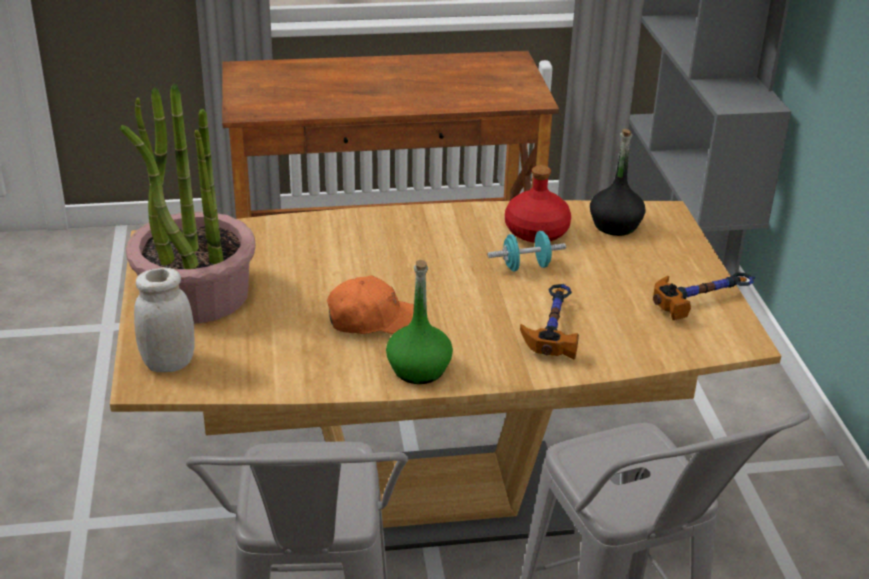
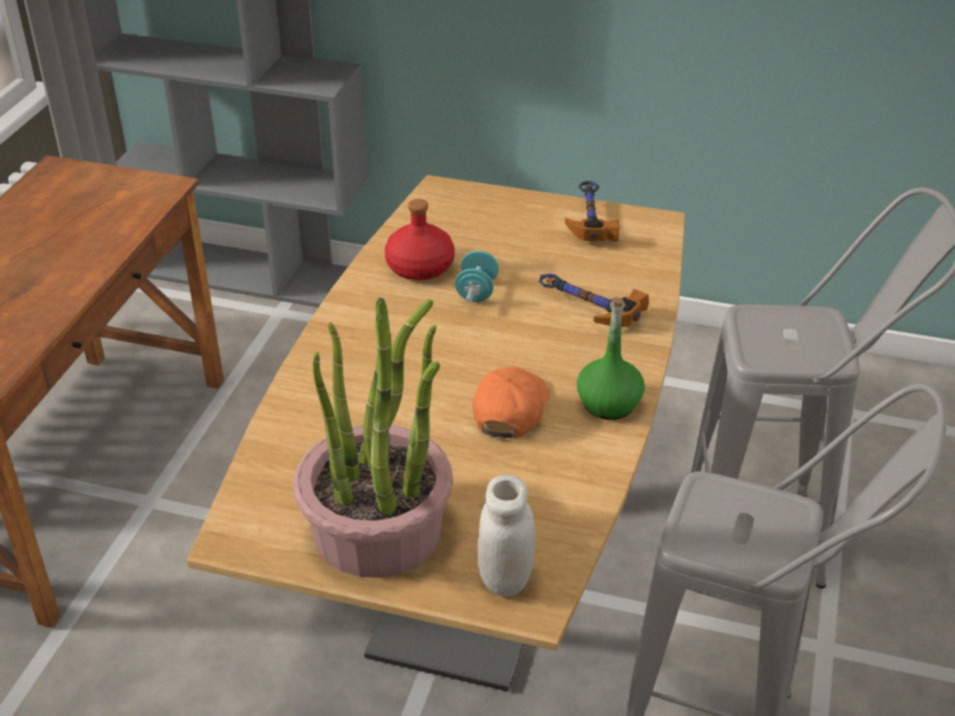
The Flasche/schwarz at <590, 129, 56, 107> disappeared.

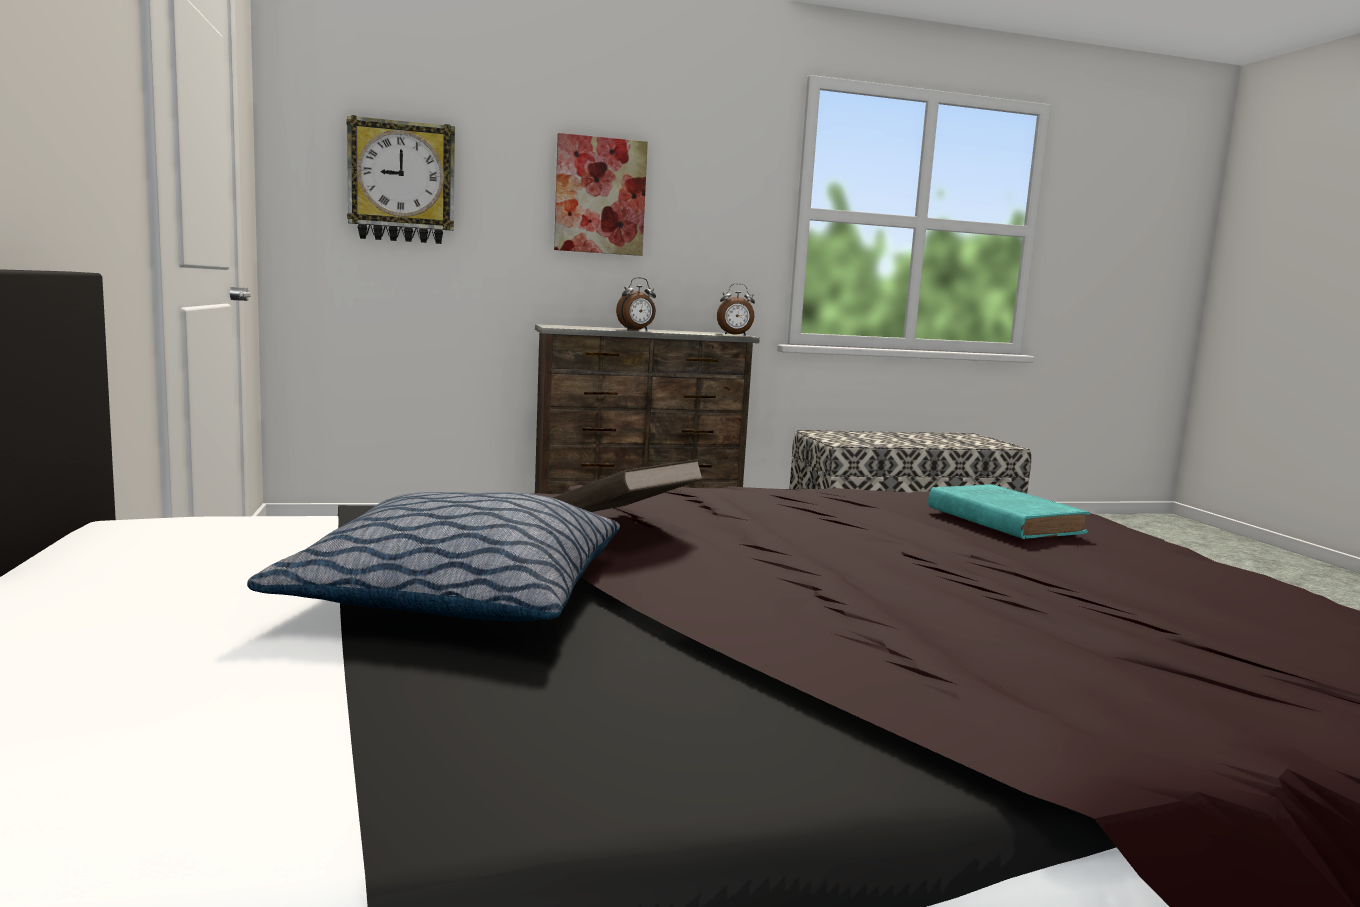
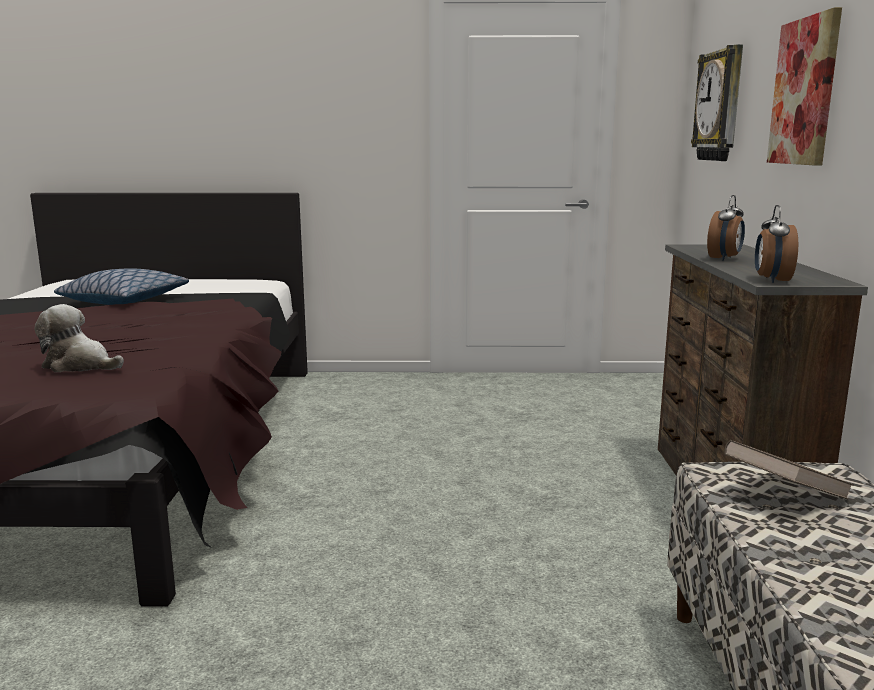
The Wecker at <616, 277, 40, 54> turned 135 degrees counterclockwise.
The Buch/braun moved from <553, 459, 151, 53> to <725, 440, 129, 59>.
The Buch/türkis at <928, 484, 162, 55> was replaced by the Plüschtier at <34, 304, 90, 68>.

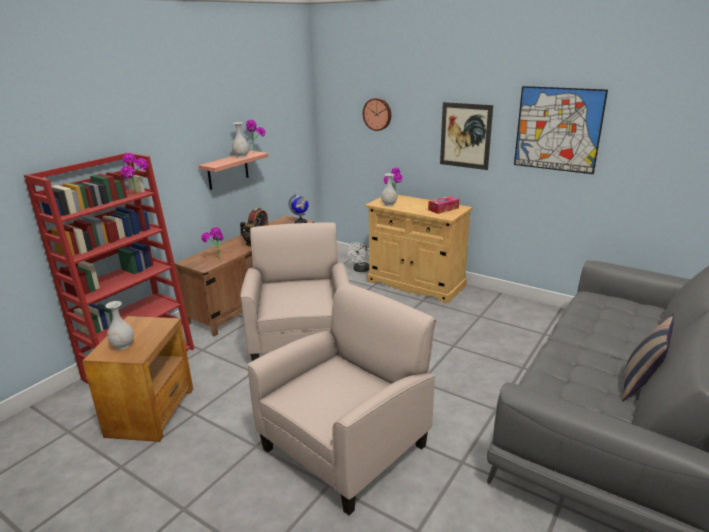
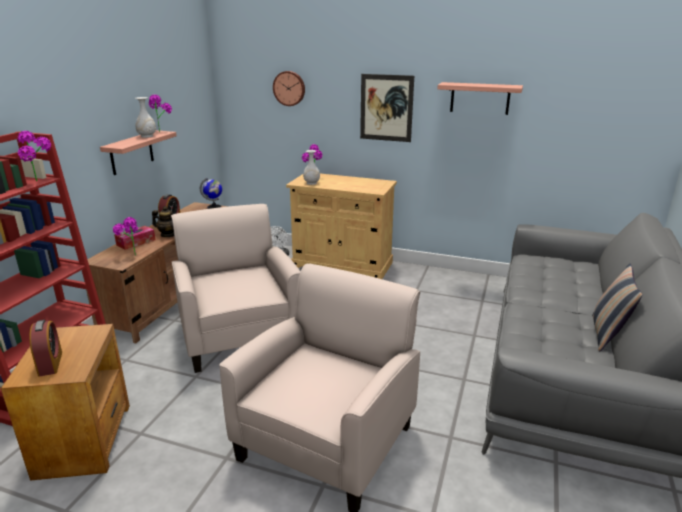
The Bild at <514, 86, 94, 88> was replaced by the Wandregal at <437, 82, 86, 33>.
The Taschentuchbox moved from <428, 196, 31, 18> to <114, 226, 42, 24>.
The Vase/weiß at <105, 301, 29, 49> was replaced by the Wecker at <29, 320, 33, 56>.

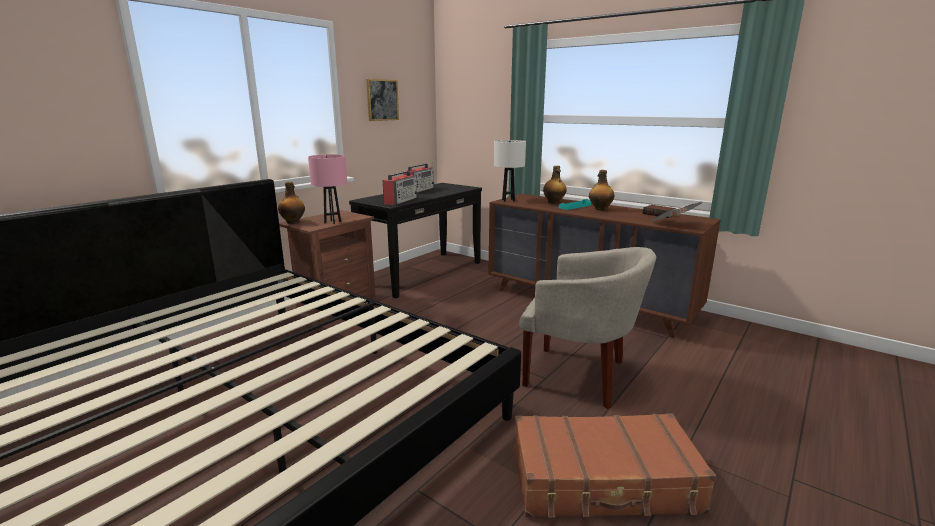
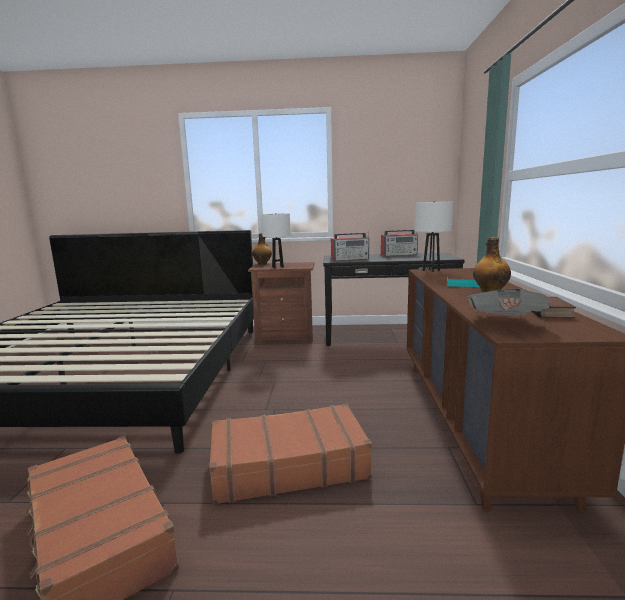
The Bild at <366, 79, 33, 42> disappeared.
The Tischlampe/rosa at <308, 154, 39, 70> became the Tischlampe/weiß at <261, 213, 29, 55>.
The Flasche at <543, 166, 24, 38> disappeared.
The Sessel/beige at <519, 247, 137, 162> was replaced by the Koffer/braun at <209, 404, 163, 101>.

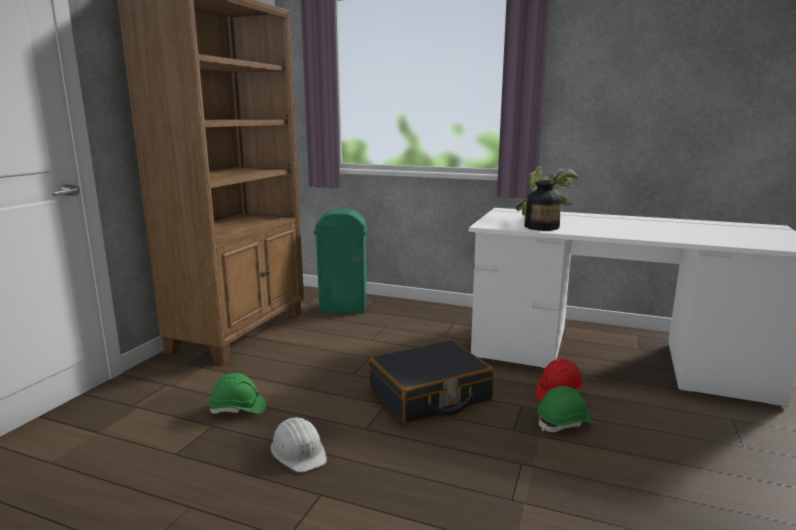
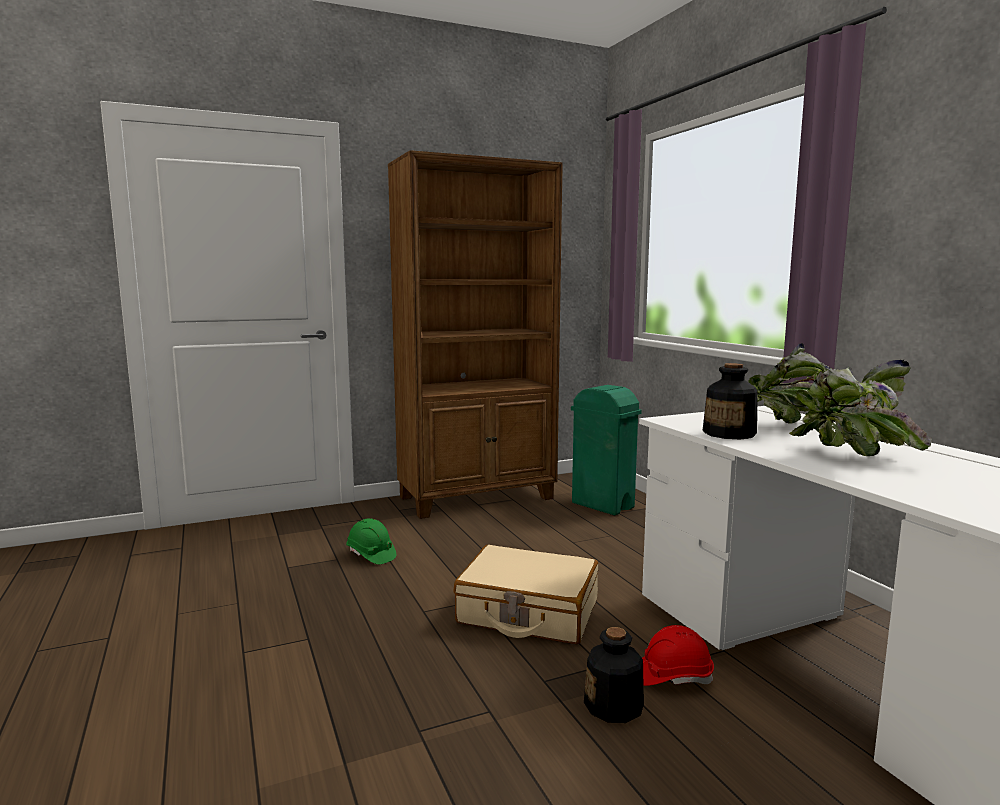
The Koffer/schwarz at <369, 340, 125, 84> became the Koffer/beige at <454, 545, 144, 99>.
The Schutzhelm/grün at <537, 386, 57, 46> was replaced by the Flasche at <584, 627, 60, 96>.
The Schutzhelm/weiß at <271, 417, 56, 55> disappeared.
The Topfpflanze at <789, 360, 143, 96> appeared.

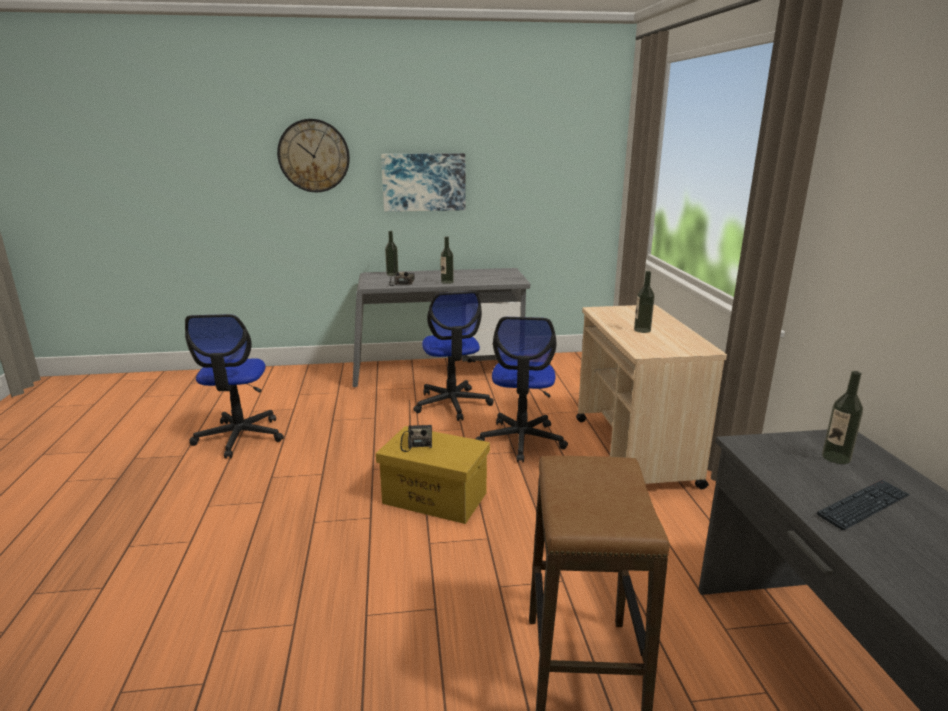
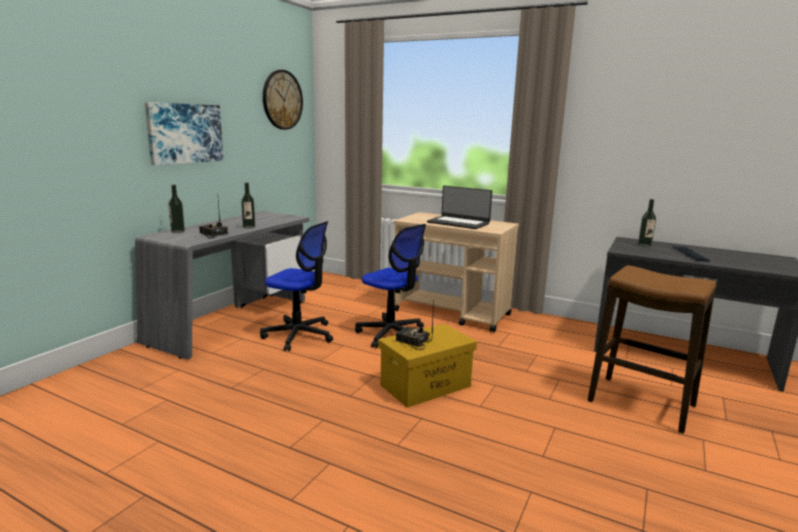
The Wanduhr moved from <277, 119, 73, 73> to <263, 70, 40, 60>.
The Flasche at <634, 271, 21, 62> was replaced by the Laptop at <427, 186, 65, 43>.
The Bürostuhl at <185, 314, 99, 145> disappeared.

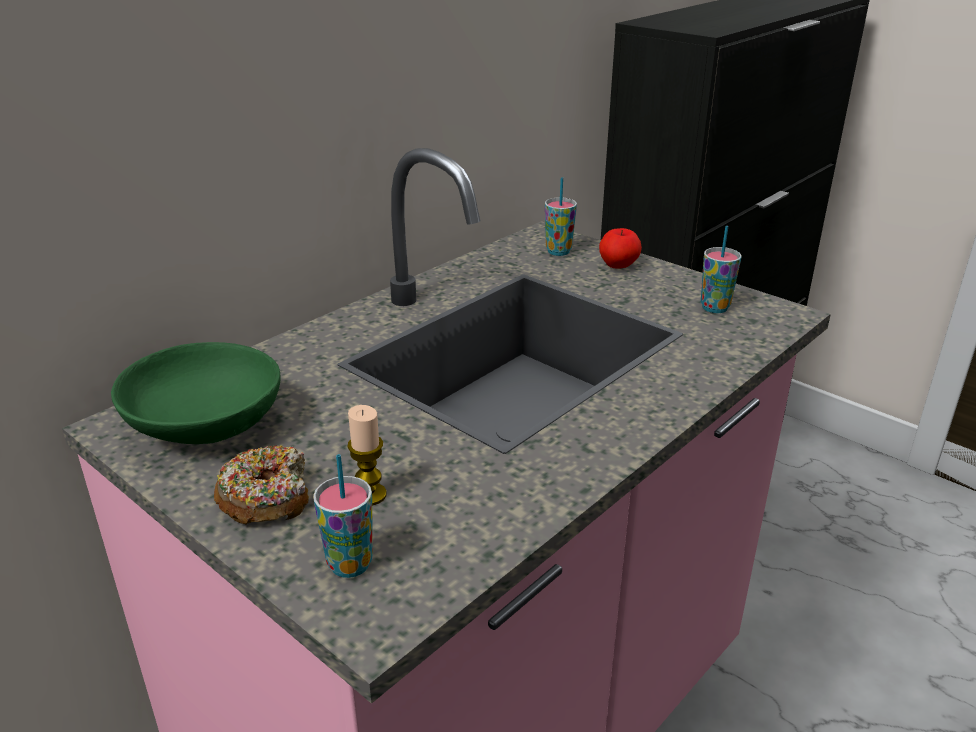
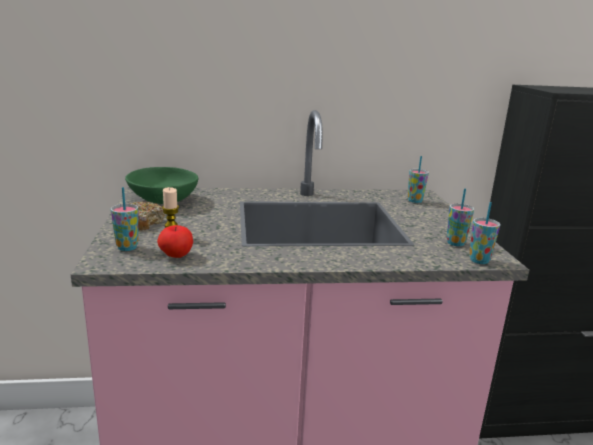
The Apfel moved from <599, 228, 43, 41> to <157, 225, 36, 33>.
The Tasse at <469, 202, 32, 62> appeared.

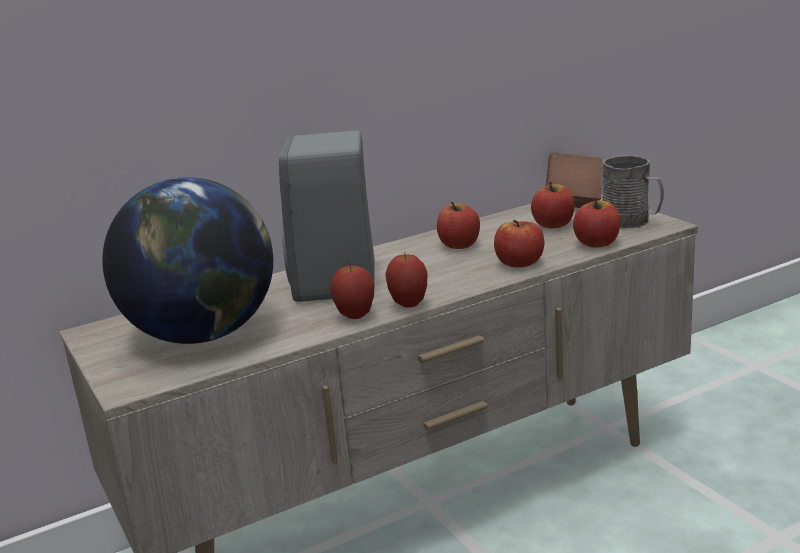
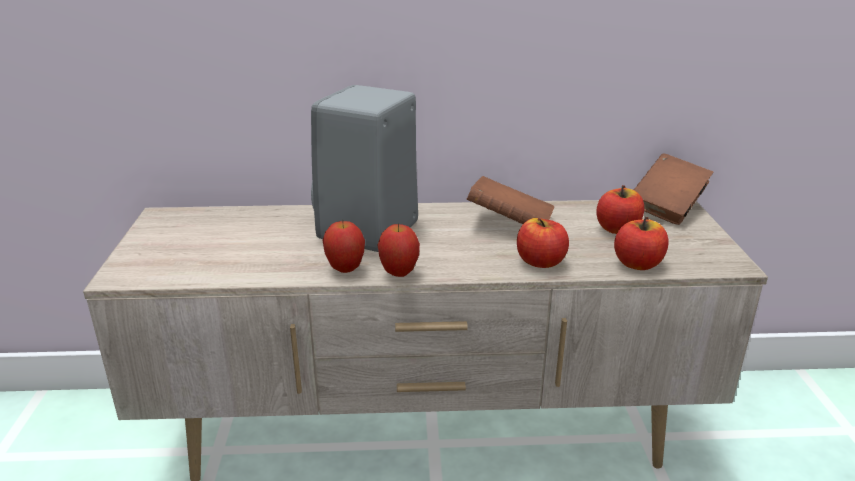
The Henkelbecher/grau at <602, 155, 62, 73> disappeared.
The Globus at <102, 177, 171, 167> disappeared.
The Apfel at <437, 202, 43, 47> was replaced by the Buch/braun at <467, 176, 87, 48>.

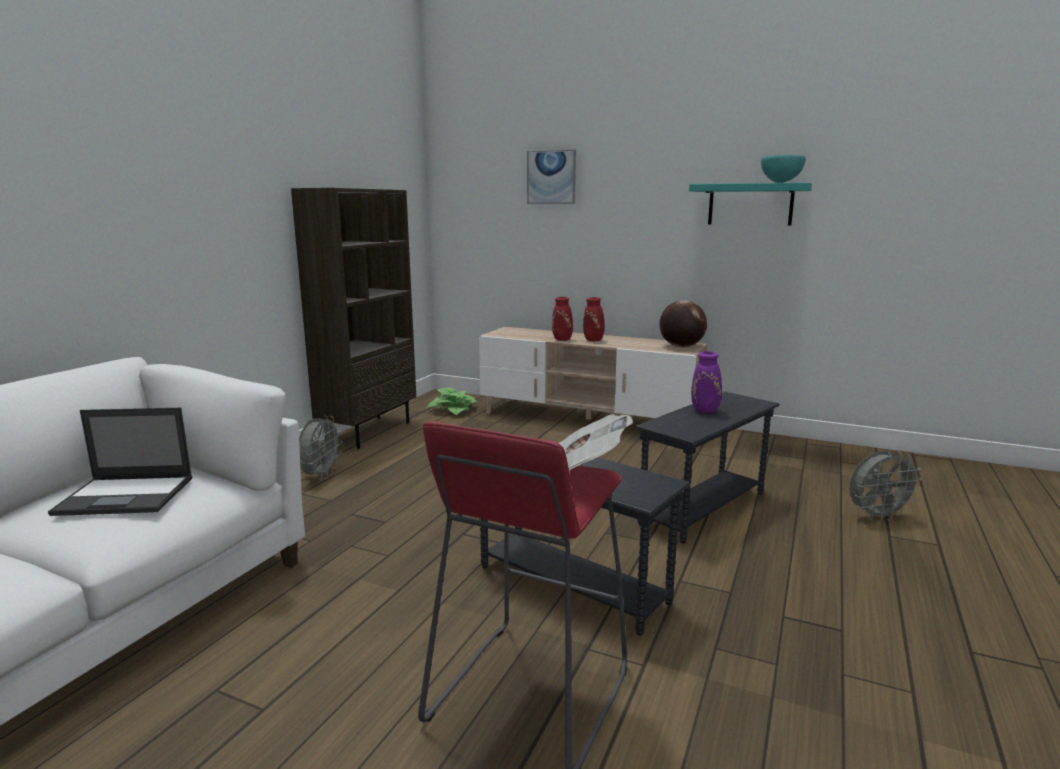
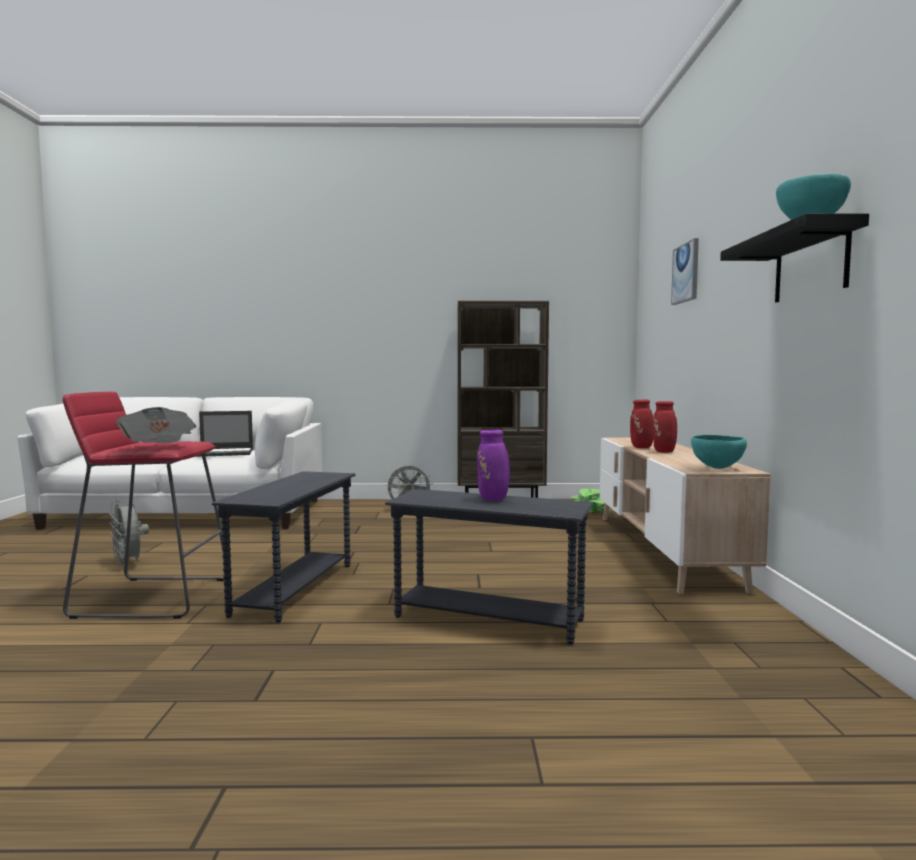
The Wandregal/türkis at <689, 183, 123, 42> became the Wandregal/schwarz at <720, 213, 149, 90>.
The Globus at <660, 300, 47, 47> was replaced by the Schüssel/türkis at <691, 435, 56, 34>.
The Laptop at <48, 408, 144, 108> turned 75 degrees counterclockwise.
The Ventilator/grau moved from <849, 451, 73, 71> to <109, 500, 40, 67>.

